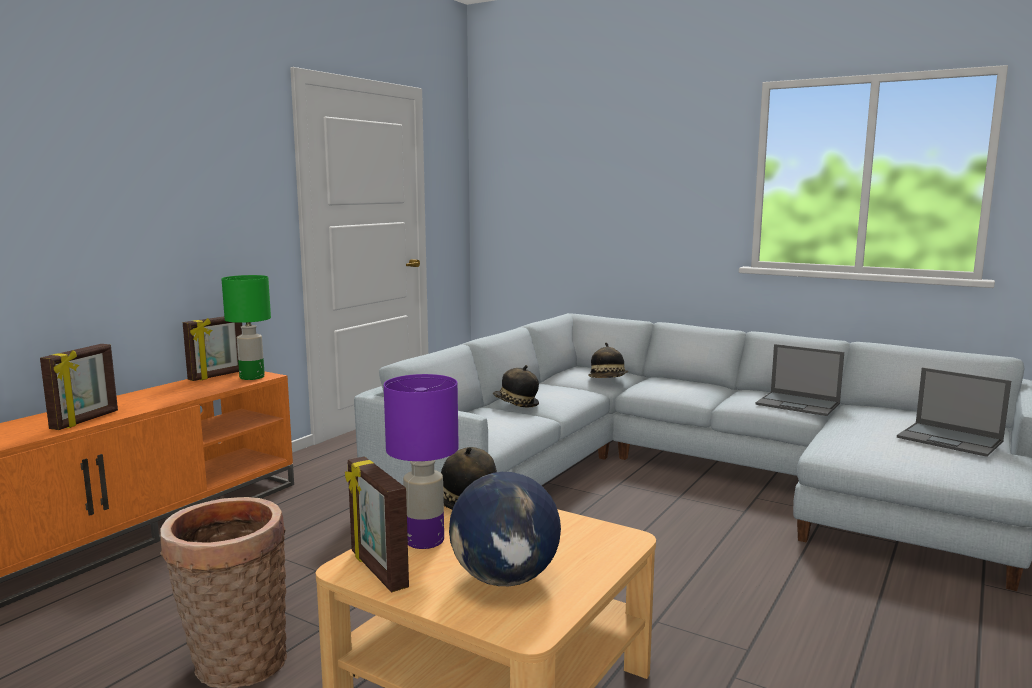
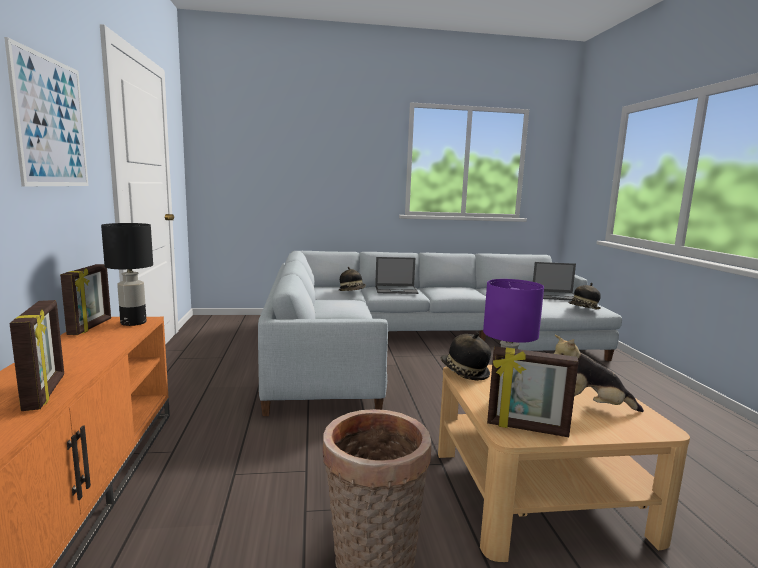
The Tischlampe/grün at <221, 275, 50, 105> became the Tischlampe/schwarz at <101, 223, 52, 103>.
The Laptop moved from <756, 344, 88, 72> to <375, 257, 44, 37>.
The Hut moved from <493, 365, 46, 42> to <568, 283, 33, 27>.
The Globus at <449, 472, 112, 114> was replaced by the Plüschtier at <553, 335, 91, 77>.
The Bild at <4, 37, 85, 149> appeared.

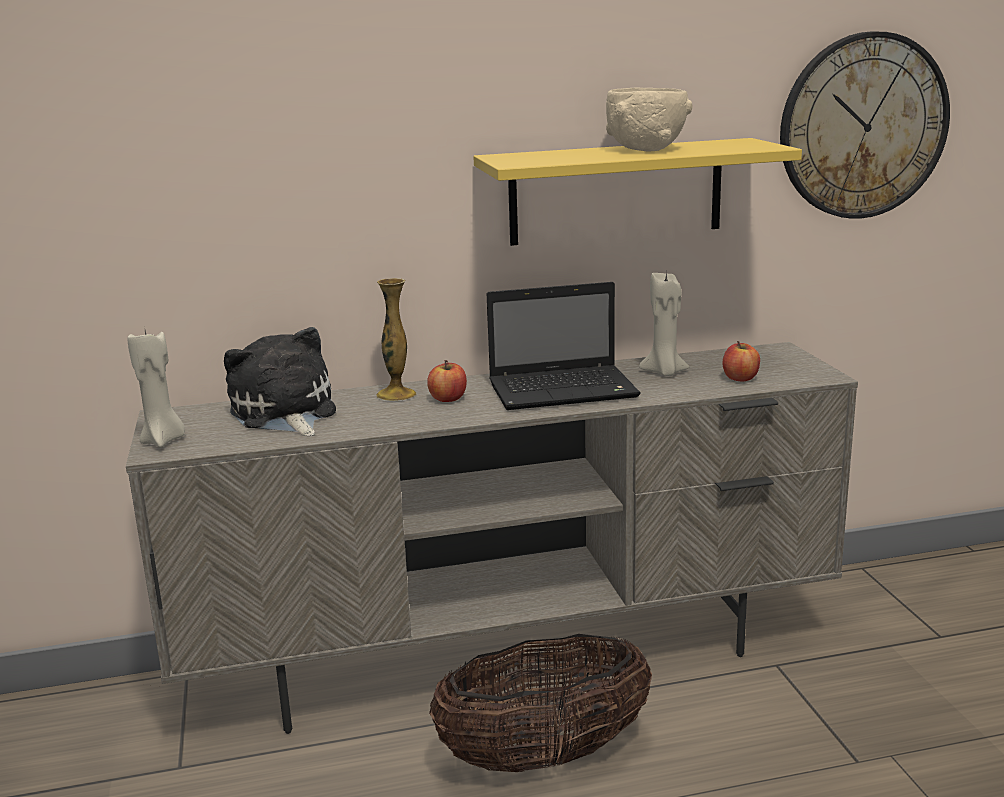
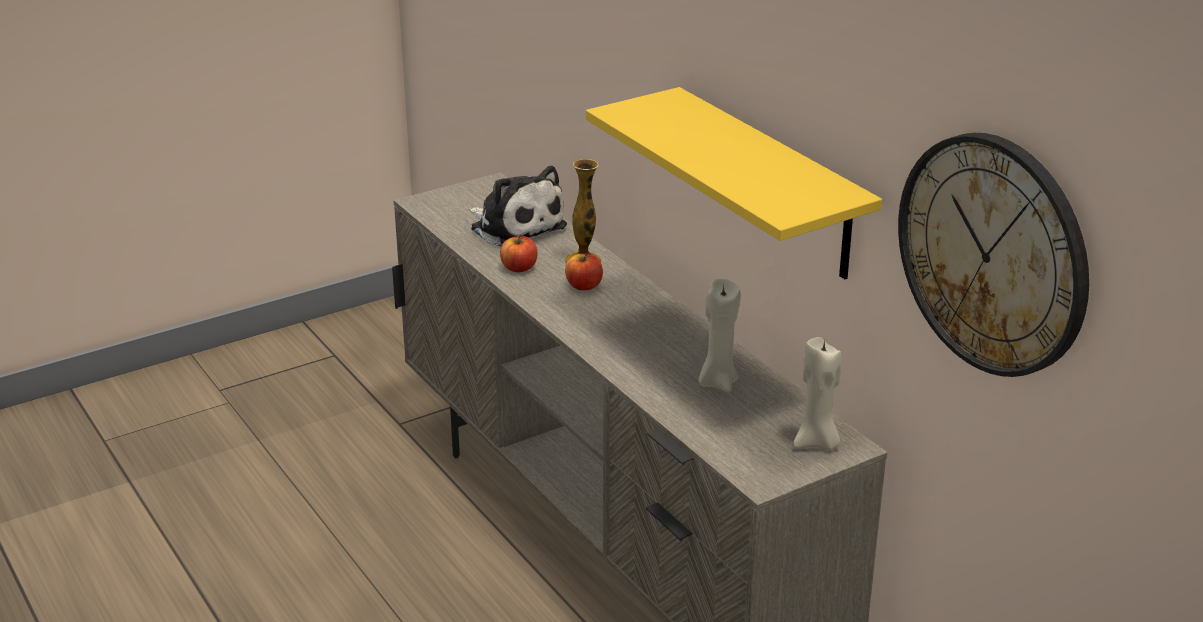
The Schüssel/beige at <606, 88, 87, 63> disappeared.
The Laptop at <486, 282, 155, 128> disappeared.
The Plüschtier at <224, 327, 112, 109> turned 90 degrees clockwise.
The Kerze/beige moved from <128, 330, 57, 117> to <793, 337, 49, 113>.
The Apfel moved from <722, 341, 38, 40> to <500, 234, 38, 38>.
The Korb at <429, 634, 223, 138> disappeared.

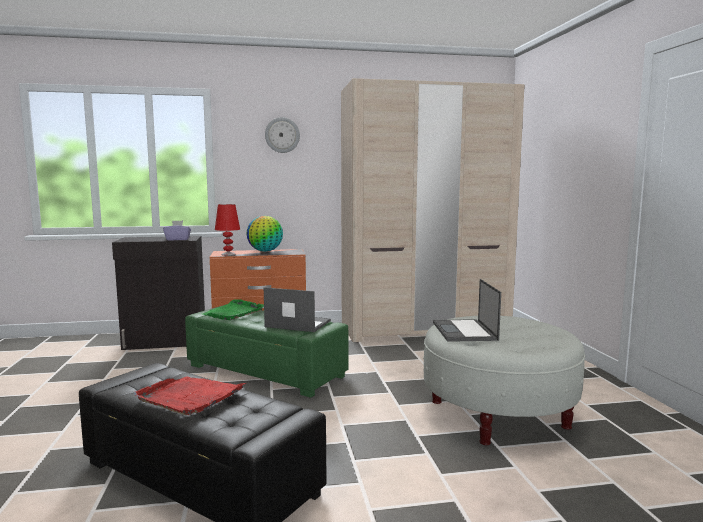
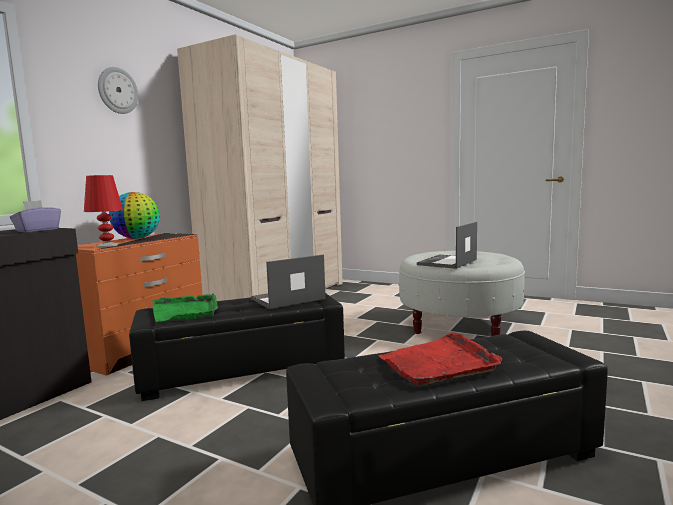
The Laptop at <433, 279, 68, 63> turned 90 degrees clockwise.
The Polsterhocker/grün at <185, 305, 163, 93> became the Polsterhocker/schwarz at <129, 293, 216, 108>.

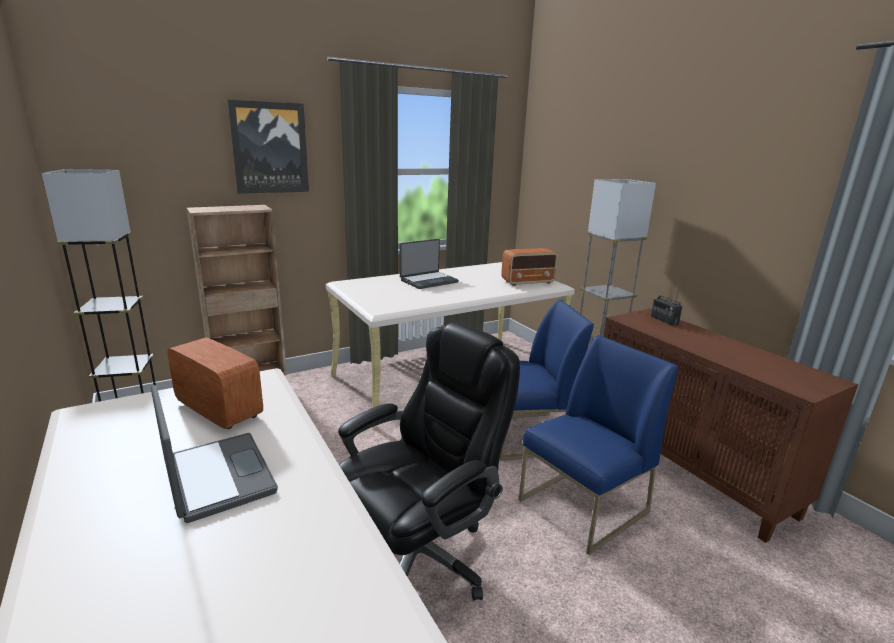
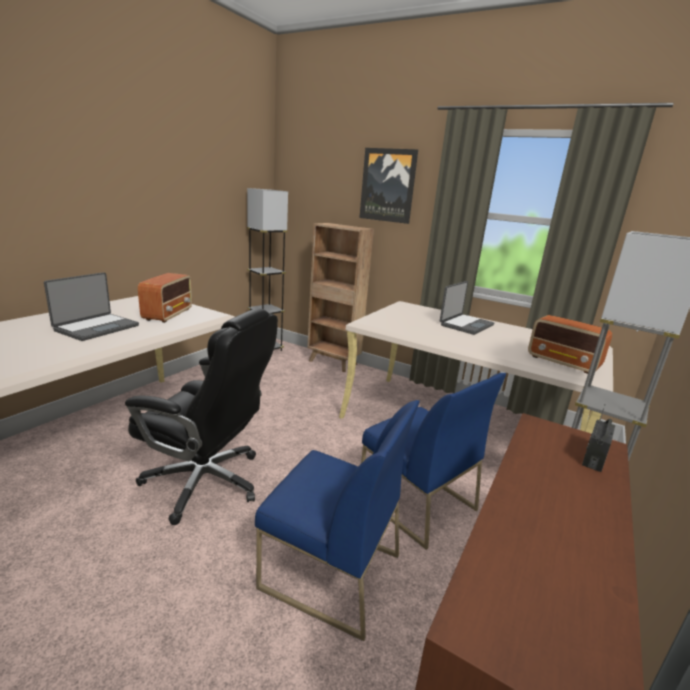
The Laptop at <400, 239, 59, 50> turned 75 degrees counterclockwise.

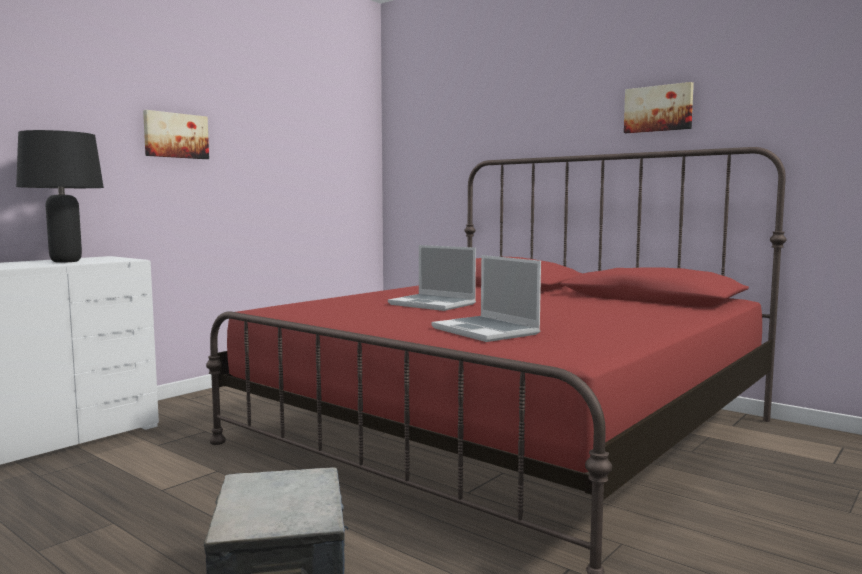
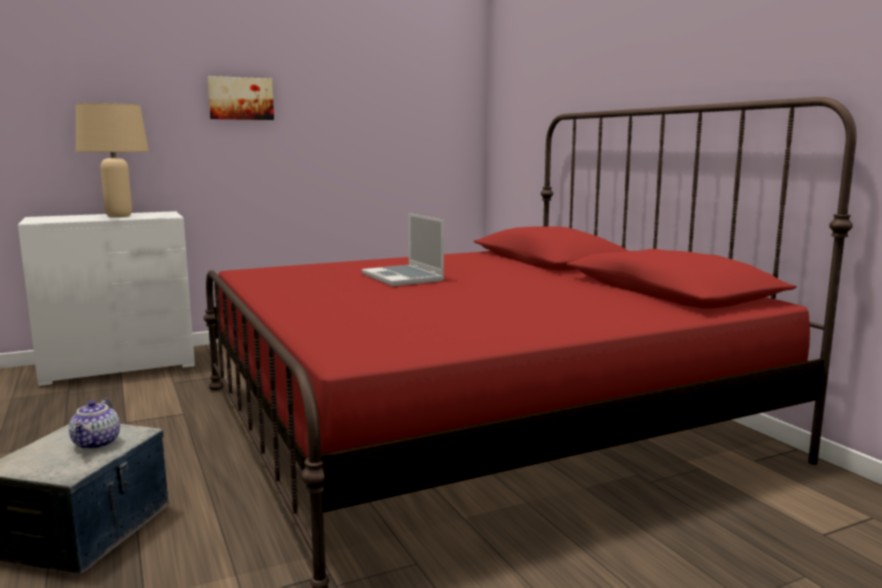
The Bild at <624, 82, 70, 51> disappeared.
The Tischlampe/schwarz at <16, 130, 88, 133> became the Tischlampe/beige at <76, 103, 73, 114>.
The Laptop at <431, 255, 110, 87> disappeared.
The Teekanne at <69, 398, 51, 52> appeared.

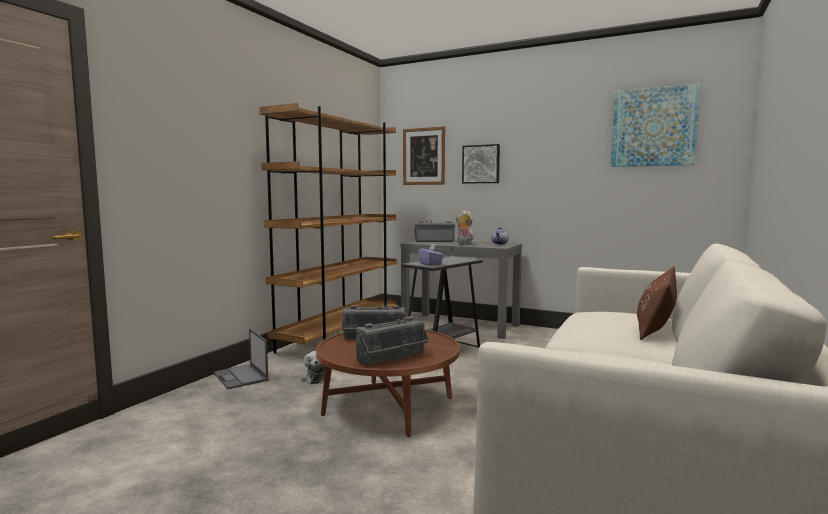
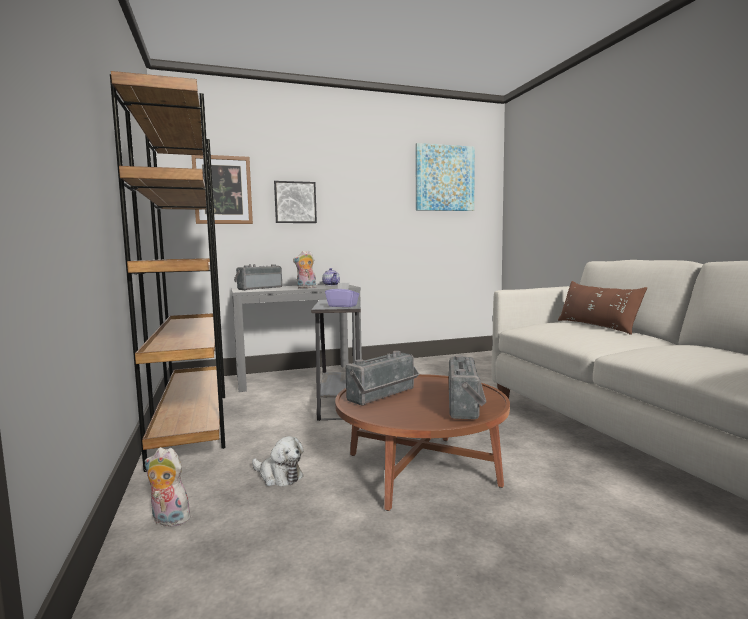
The Laptop at <214, 329, 54, 60> was replaced by the Plüschtier at <145, 447, 47, 79>.

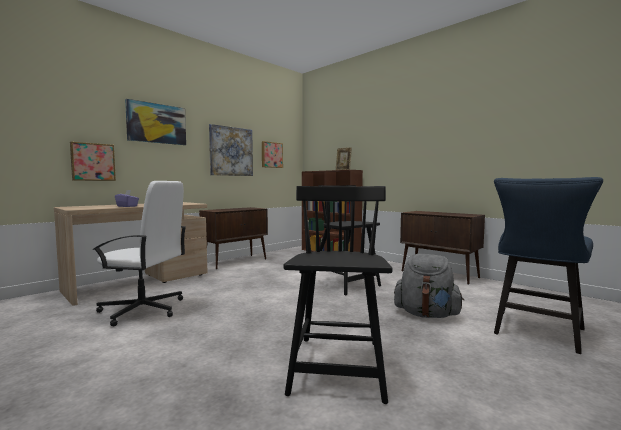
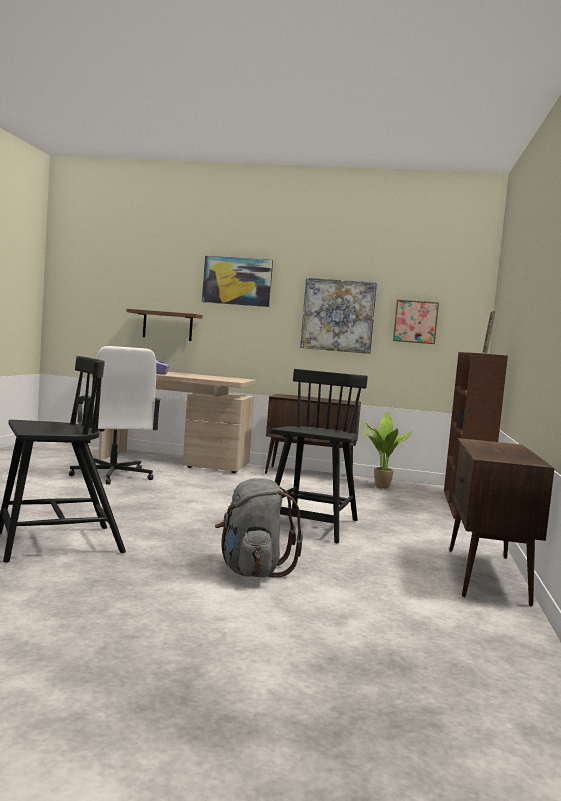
The Bild at <70, 142, 46, 39> was replaced by the Wandregal/braun at <126, 309, 77, 32>.
The Stuhl/blau at <494, 177, 109, 177> disappeared.
The Topfpflanze at <361, 412, 51, 77> appeared.

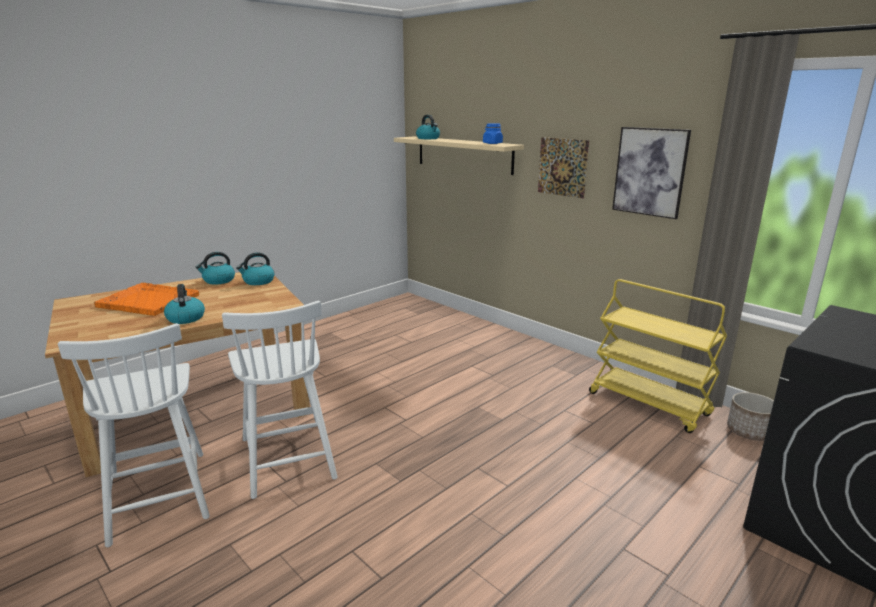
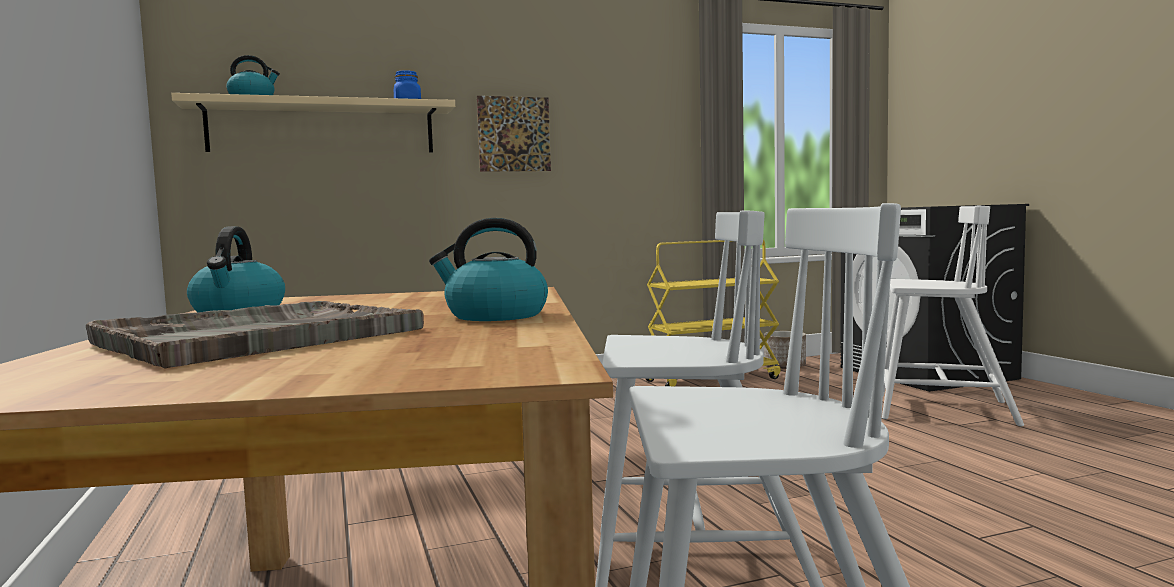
The Bild at <612, 127, 79, 92> disappeared.
The Wasserkessel at <236, 252, 38, 33> disappeared.
The Tablett/orange at <94, 282, 105, 34> became the Tablett/grau at <86, 301, 338, 68>.
The Stuhl/weiß at <882, 206, 142, 220> appeared.

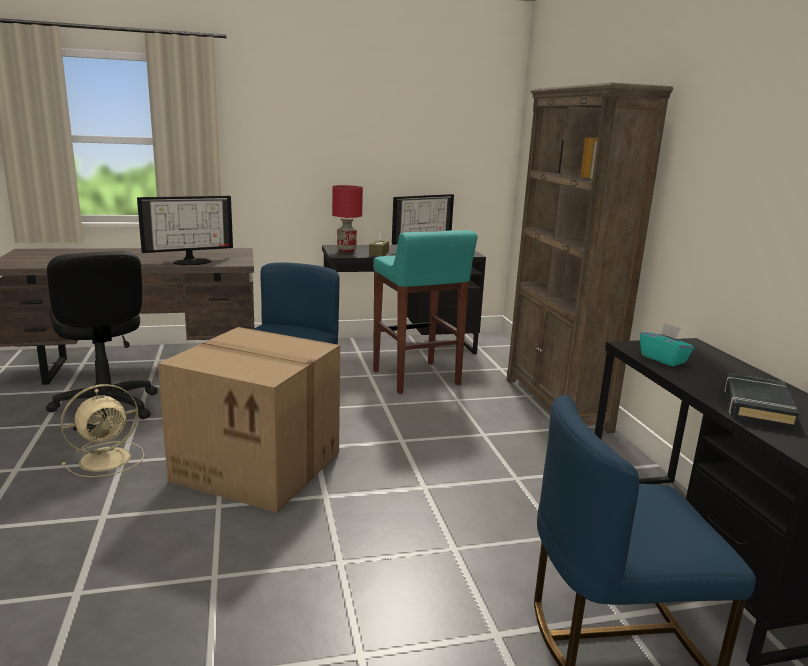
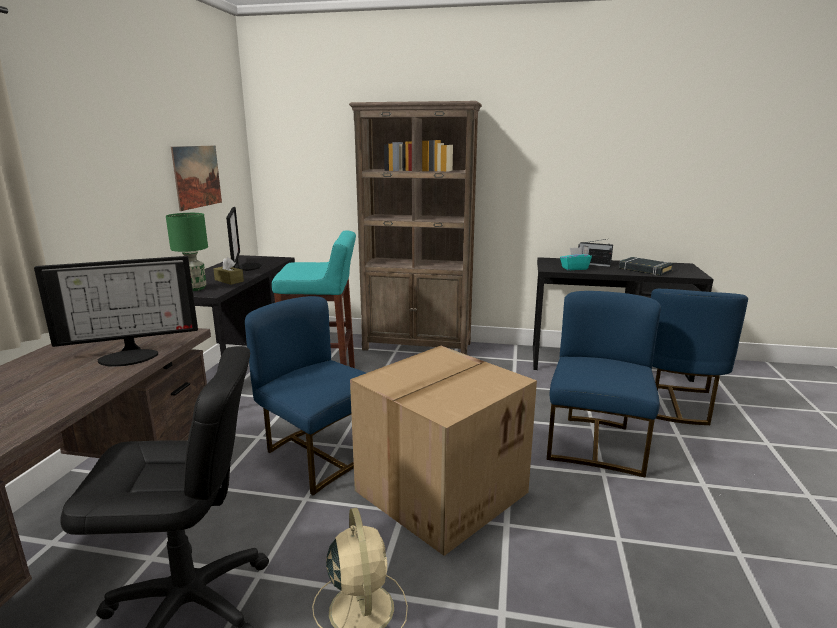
The Tischlampe/rot at <332, 185, 31, 67> became the Tischlampe/grün at <166, 213, 42, 78>.
The Monitor at <137, 196, 96, 70> turned 75 degrees clockwise.
The Bild at <171, 146, 51, 65> appeared.
The Radio at <578, 239, 35, 28> appeared.
The Stuhl/blau at <547, 291, 114, 187> appeared.

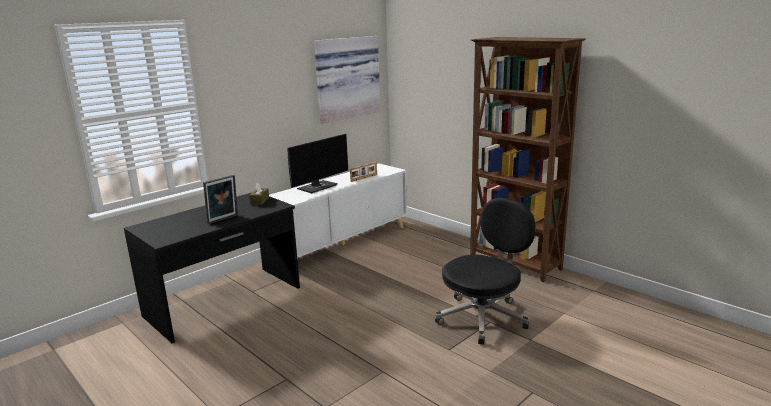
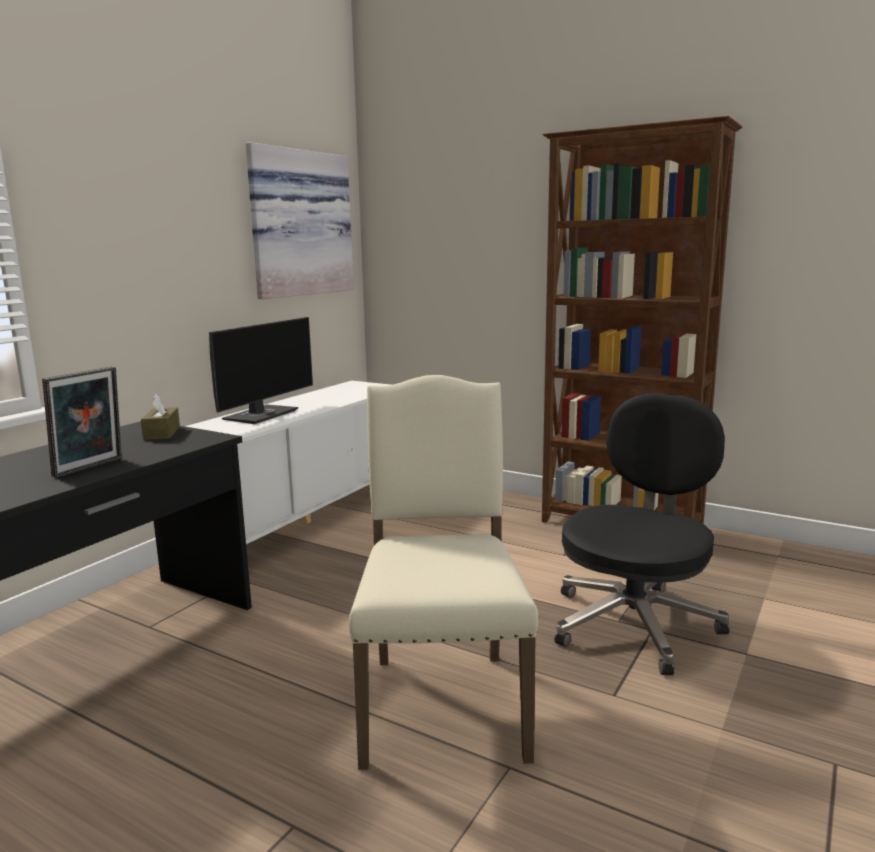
The Bilderrahmen at <350, 162, 27, 20> disappeared.
The Stuhl/beige at <349, 375, 190, 395> appeared.

